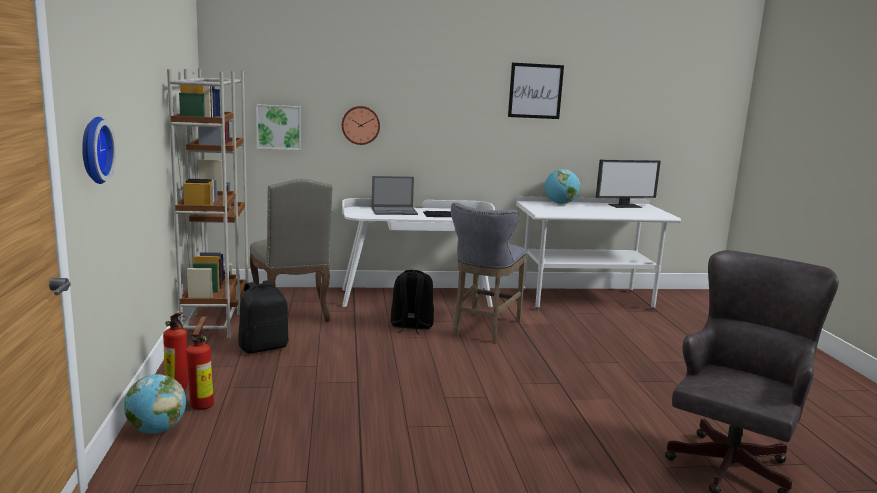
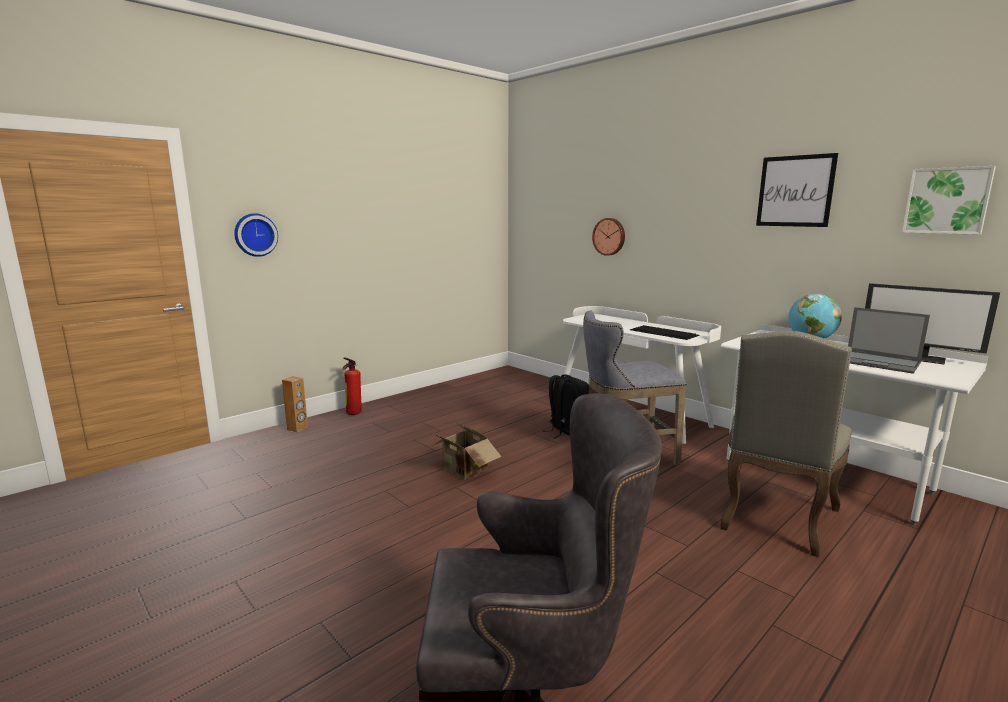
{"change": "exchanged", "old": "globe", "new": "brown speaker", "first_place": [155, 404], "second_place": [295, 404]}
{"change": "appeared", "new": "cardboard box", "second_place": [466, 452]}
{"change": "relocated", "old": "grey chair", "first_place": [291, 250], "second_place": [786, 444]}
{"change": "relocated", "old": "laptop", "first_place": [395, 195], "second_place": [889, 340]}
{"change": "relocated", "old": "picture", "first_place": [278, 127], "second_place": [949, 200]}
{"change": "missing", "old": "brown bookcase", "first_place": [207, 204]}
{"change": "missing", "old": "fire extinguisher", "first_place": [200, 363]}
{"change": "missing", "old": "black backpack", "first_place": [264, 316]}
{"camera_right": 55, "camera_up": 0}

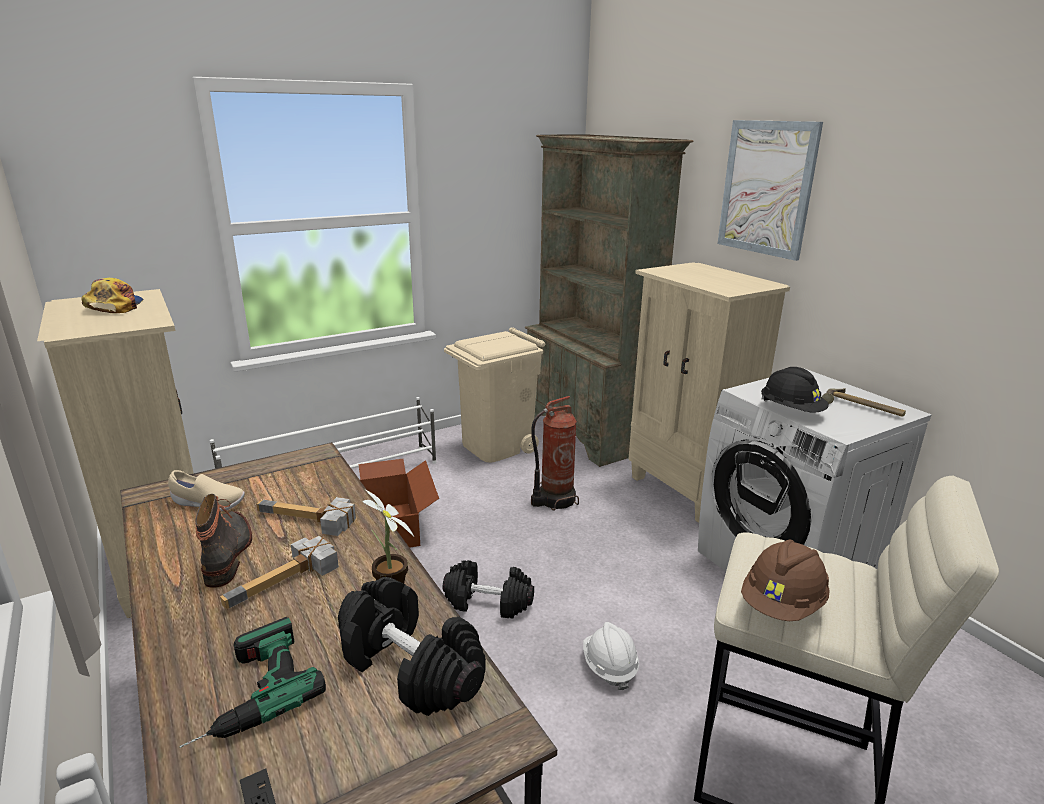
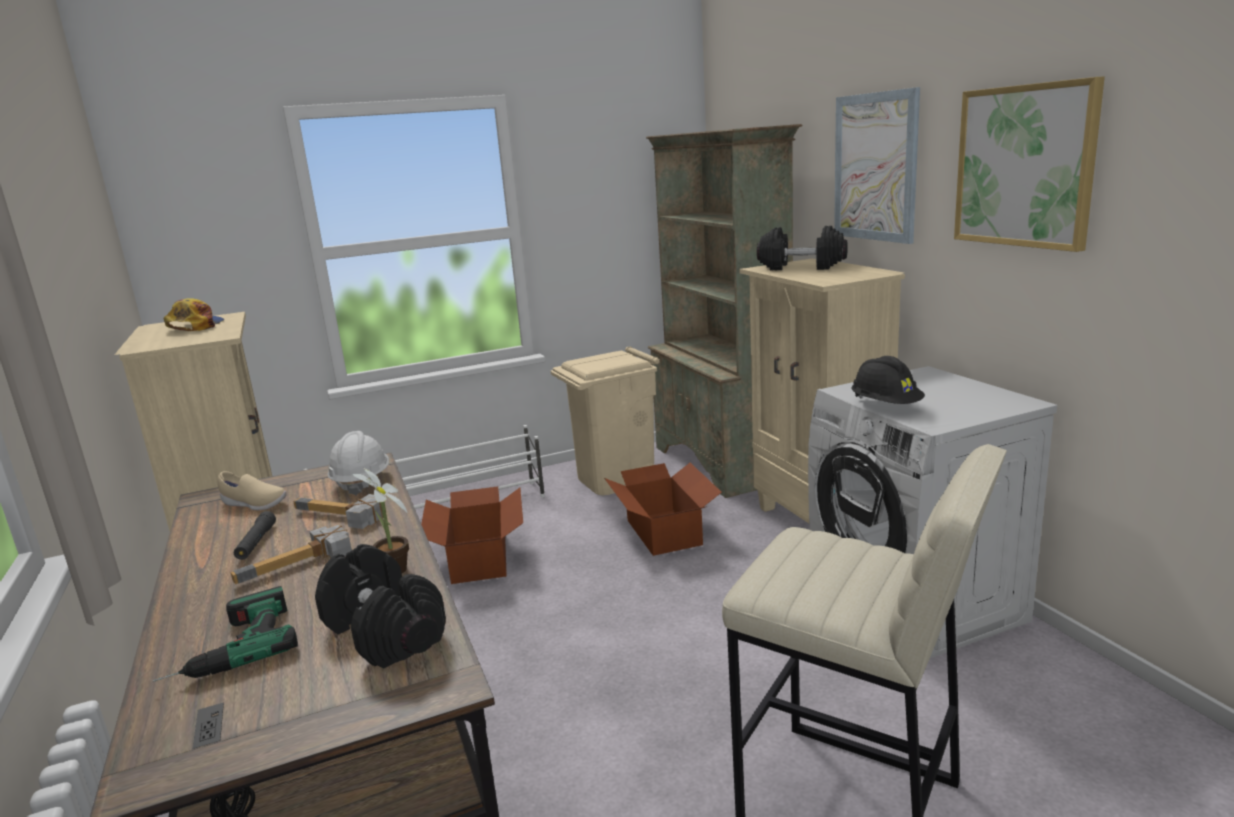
{"change": "exchanged", "old": "boot", "new": "black flashlight", "first_place": [223, 541], "second_place": [255, 535]}
{"change": "relocated", "old": "white hard hat", "first_place": [611, 656], "second_place": [358, 463]}
{"change": "exchanged", "old": "fire extinguisher", "new": "cardboard box", "first_place": [555, 453], "second_place": [663, 509]}
{"change": "relocated", "old": "black dumbbell", "first_place": [488, 589], "second_place": [802, 248]}
{"change": "appeared", "new": "picture", "second_place": [1029, 164]}
{"change": "missing", "old": "brown hard hat", "first_place": [785, 580]}
{"change": "missing", "old": "hammer", "first_place": [864, 402]}
{"camera_right": 10, "camera_up": -5}

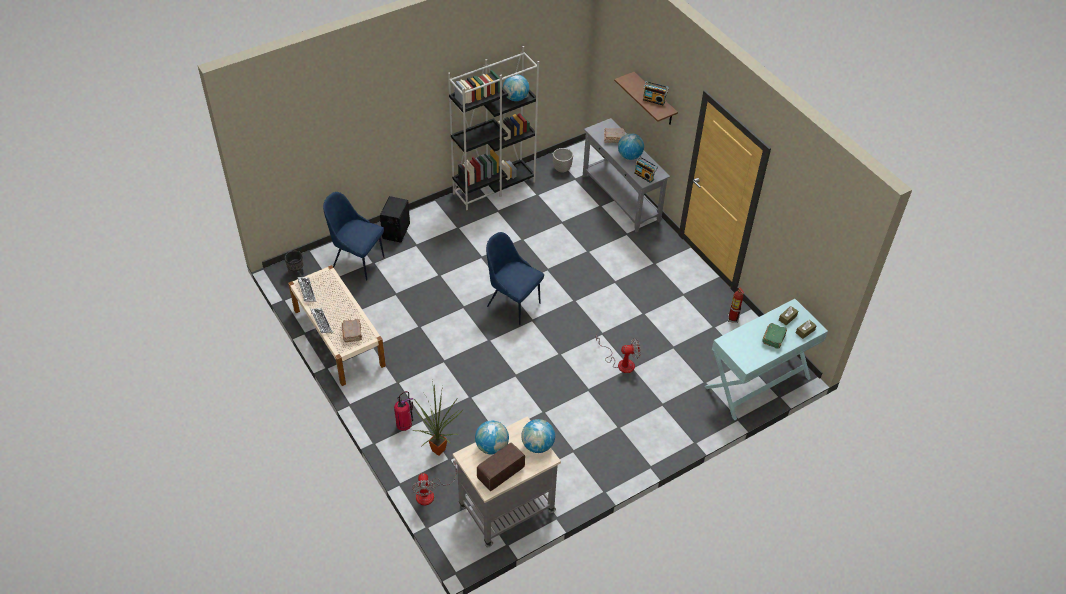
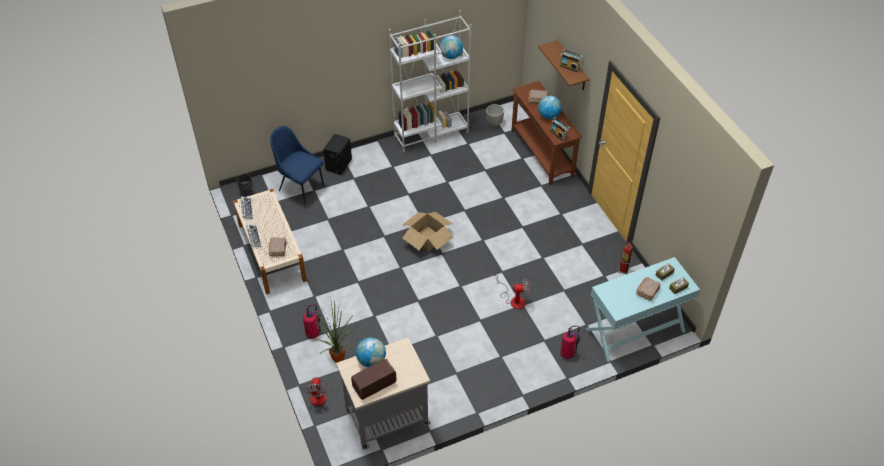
{"change": "colour", "old": "black bookcase", "new": "white bookcase", "first_place": [493, 128], "second_place": [430, 81]}
{"change": "exchanged", "old": "blue chair", "new": "cardboard box", "first_place": [515, 278], "second_place": [427, 232]}
{"change": "colour", "old": "grey console table", "new": "brown console table", "first_place": [626, 175], "second_place": [546, 133]}
{"change": "appeared", "new": "fire extinguisher", "second_place": [571, 342]}
{"change": "colour", "old": "green book", "new": "brown book", "first_place": [775, 336], "second_place": [648, 289]}
{"change": "missing", "old": "globe", "first_place": [538, 436]}
{"camera_right": 10, "camera_up": 0}

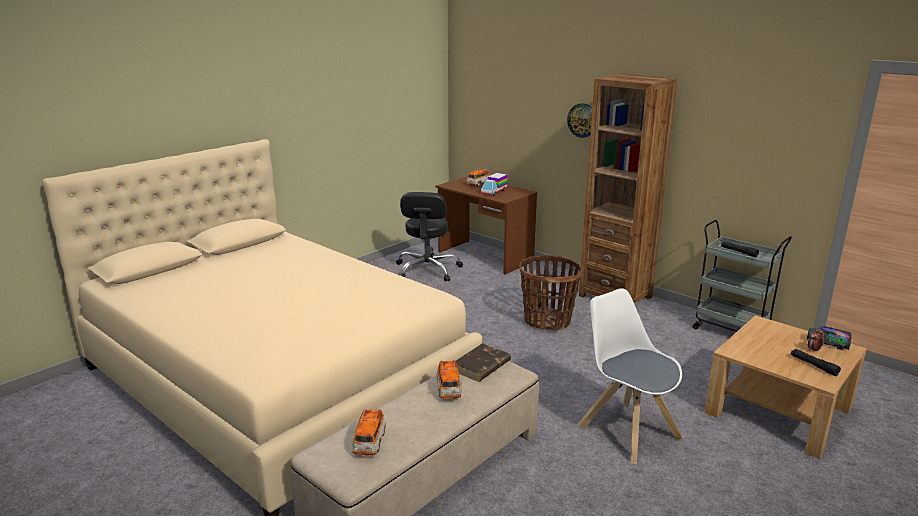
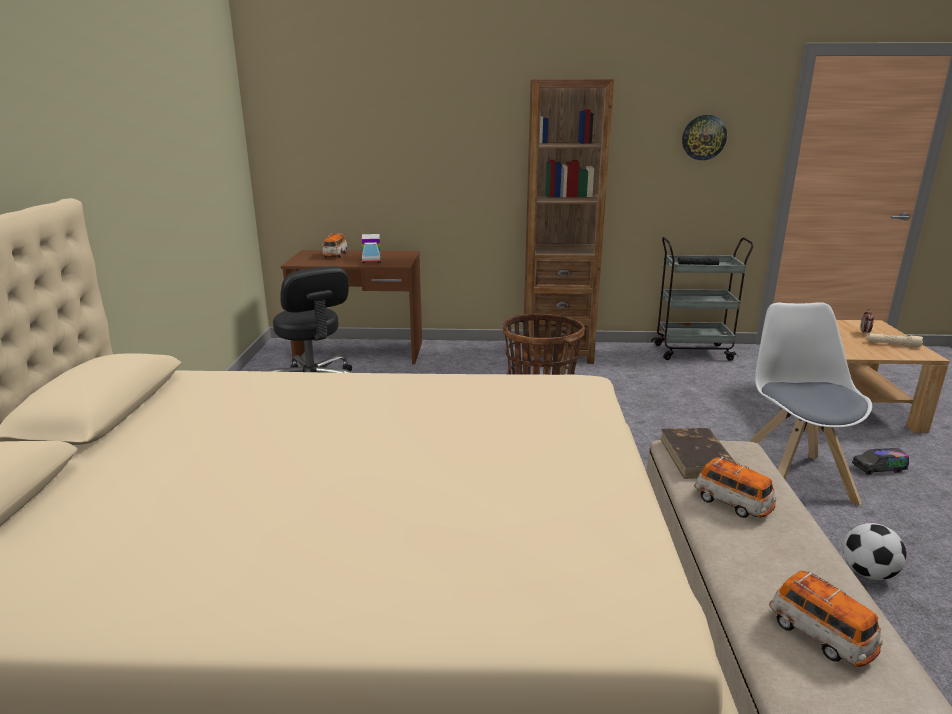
{"change": "relocated", "old": "wall clock", "first_place": [579, 120], "second_place": [704, 137]}
{"change": "spun", "old": "chair", "first_place": [630, 376], "second_place": [810, 404], "degrees": 75}
{"change": "appeared", "new": "football", "second_place": [875, 551]}
{"change": "relocated", "old": "toy truck", "first_place": [829, 338], "second_place": [880, 461]}
{"change": "colour", "old": "black flashlight", "new": "beige flashlight", "first_place": [816, 362], "second_place": [894, 340]}
{"camera_right": -40, "camera_up": 0}

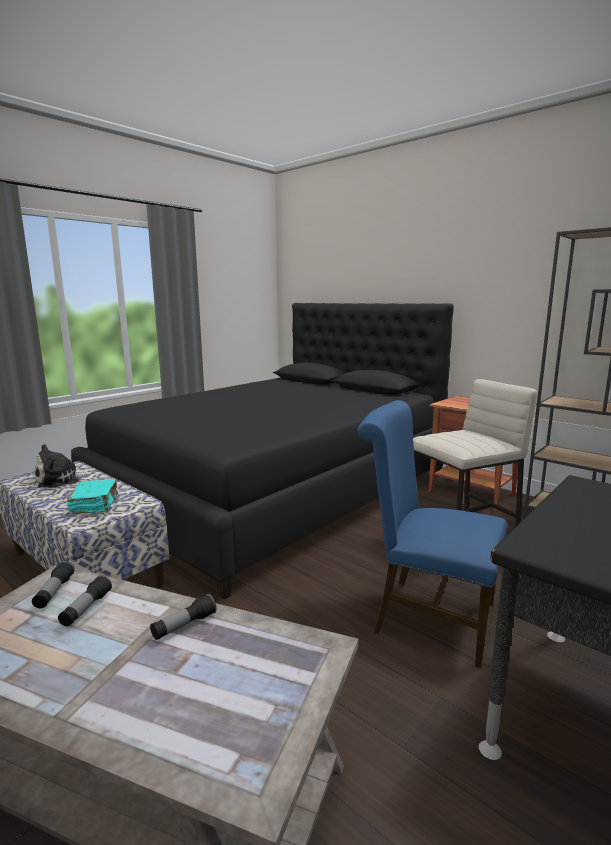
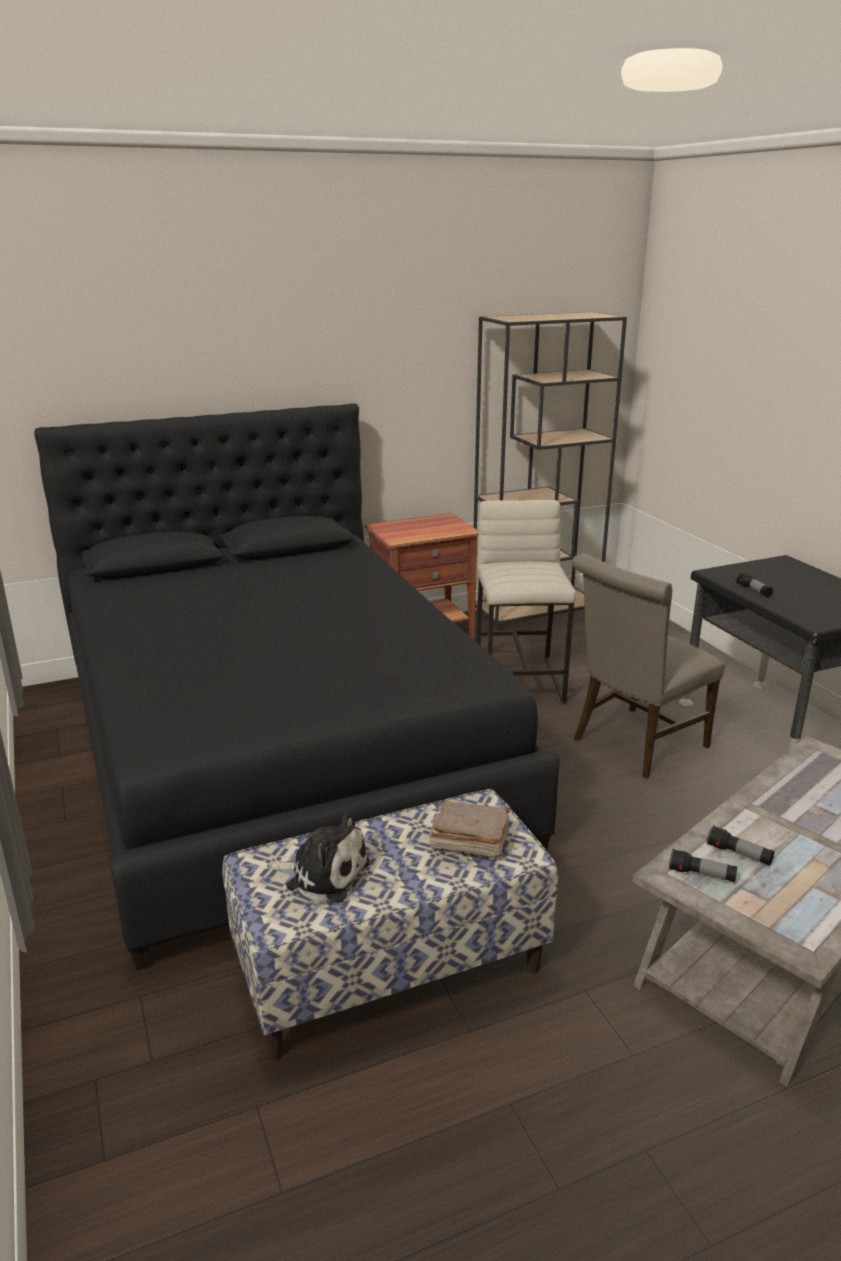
{"change": "spun", "old": "plush toy", "first_place": [64, 466], "second_place": [319, 857], "degrees": -60}
{"change": "colour", "old": "turquoise book", "new": "brown book", "first_place": [92, 496], "second_place": [469, 829]}
{"change": "colour", "old": "blue chair", "new": "beige chair", "first_place": [432, 534], "second_place": [648, 666]}
{"change": "relocated", "old": "flashlight", "first_place": [183, 617], "second_place": [754, 584]}
{"camera_right": -65, "camera_up": 10}

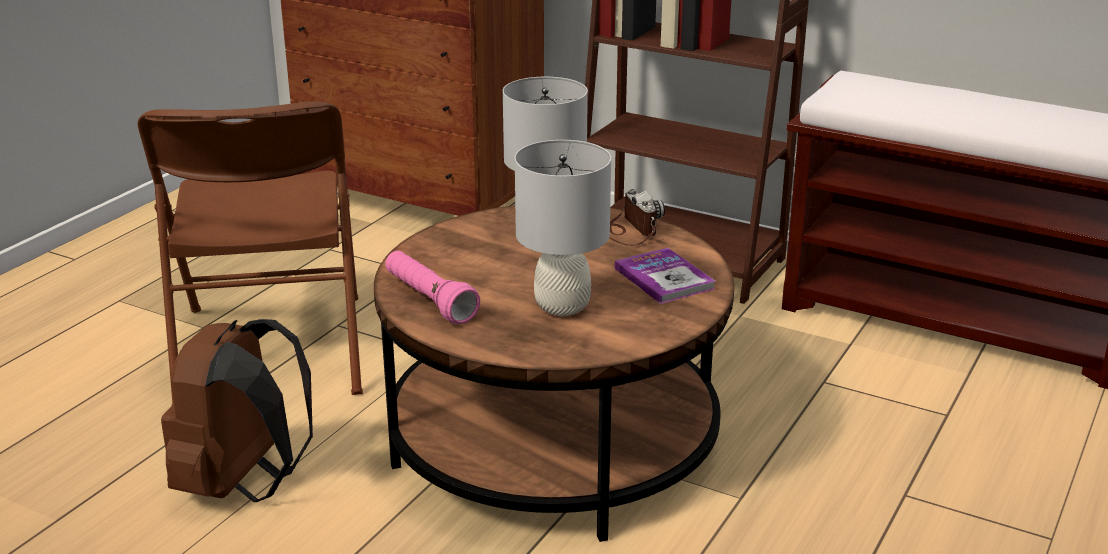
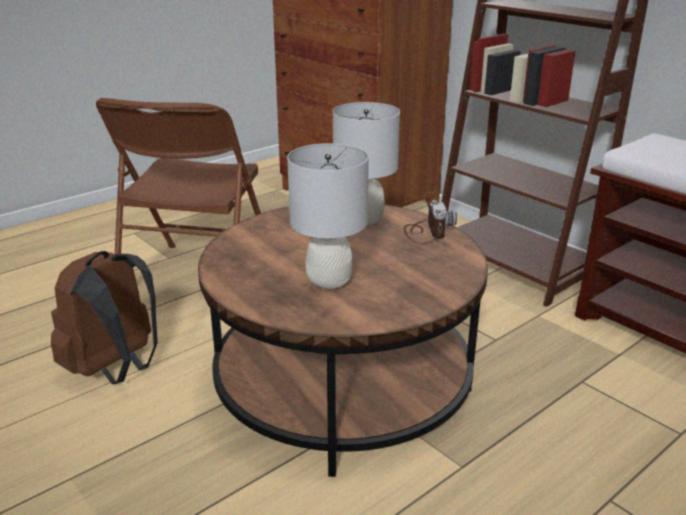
{"change": "missing", "old": "pink flashlight", "first_place": [432, 287]}
{"change": "missing", "old": "book", "first_place": [665, 276]}
{"camera_right": 20, "camera_up": 0}

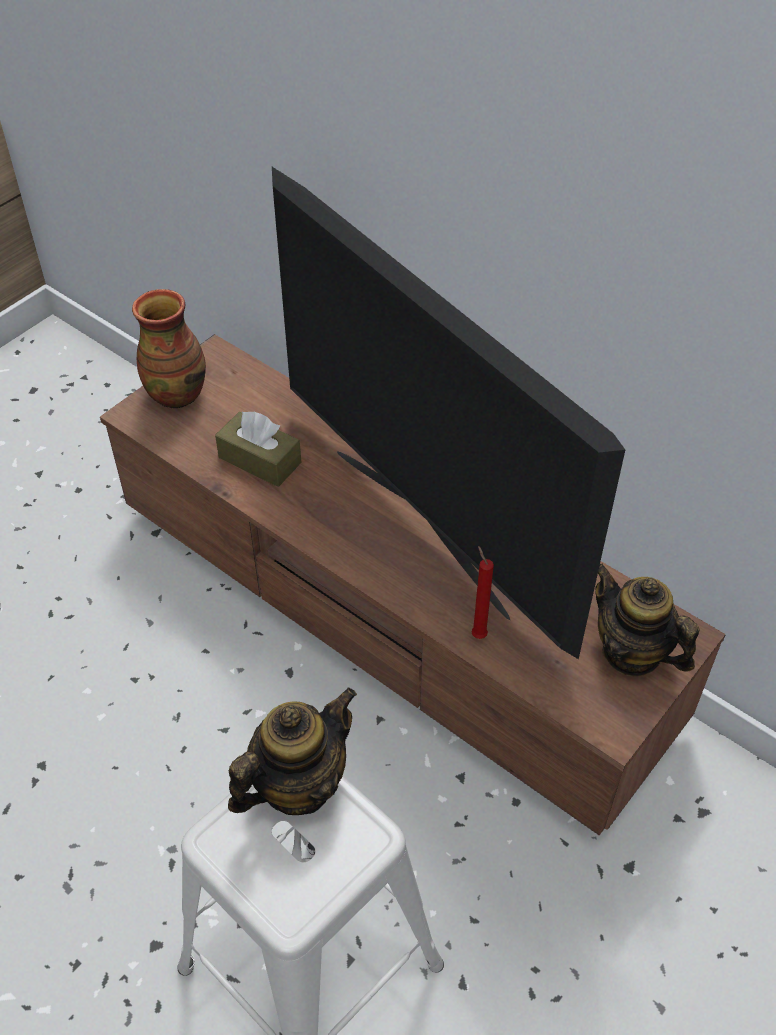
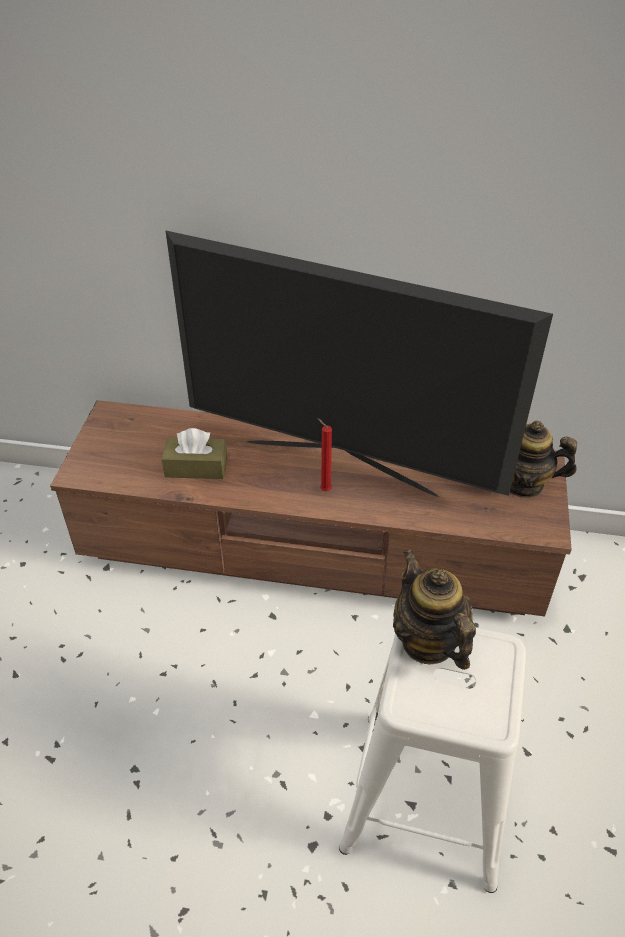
{"change": "relocated", "old": "red candle", "first_place": [483, 592], "second_place": [324, 454]}
{"change": "spun", "old": "teapot", "first_place": [292, 751], "second_place": [434, 609], "degrees": -45}
{"change": "missing", "old": "vase", "first_place": [169, 348]}
{"camera_right": -30, "camera_up": -5}

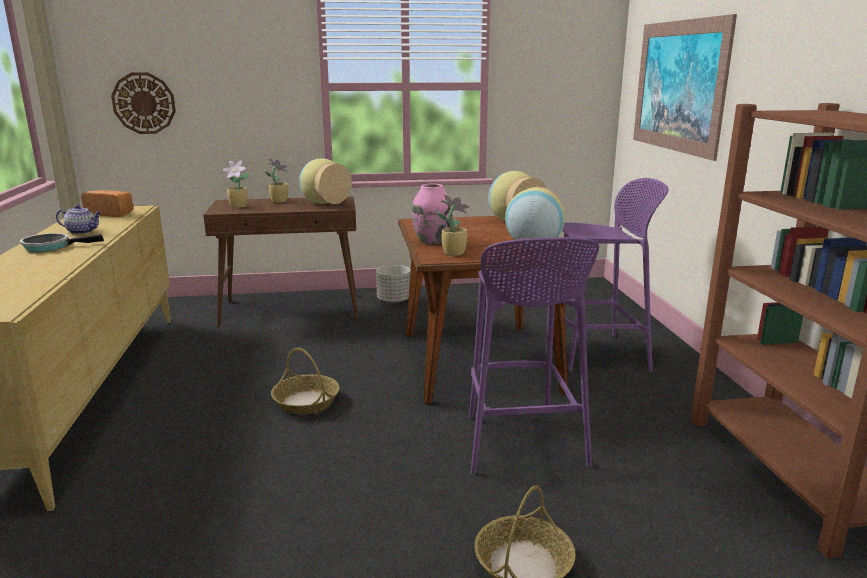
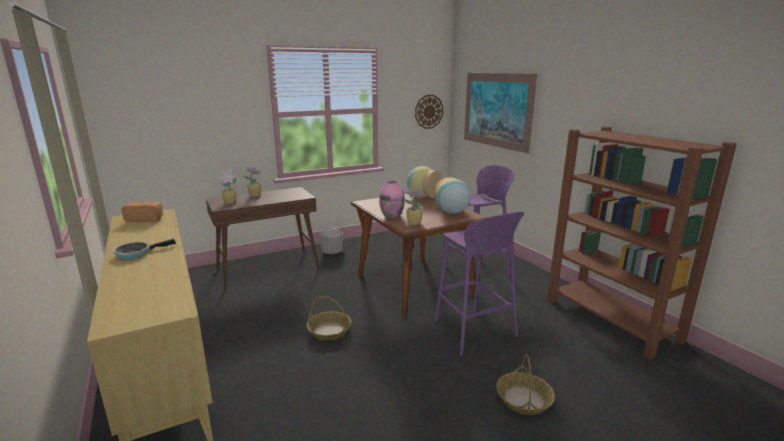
{"change": "relocated", "old": "wall clock", "first_place": [143, 103], "second_place": [429, 112]}
{"change": "missing", "old": "teapot", "first_place": [79, 219]}
{"change": "missing", "old": "vase", "first_place": [325, 181]}
{"camera_right": -20, "camera_up": 0}

